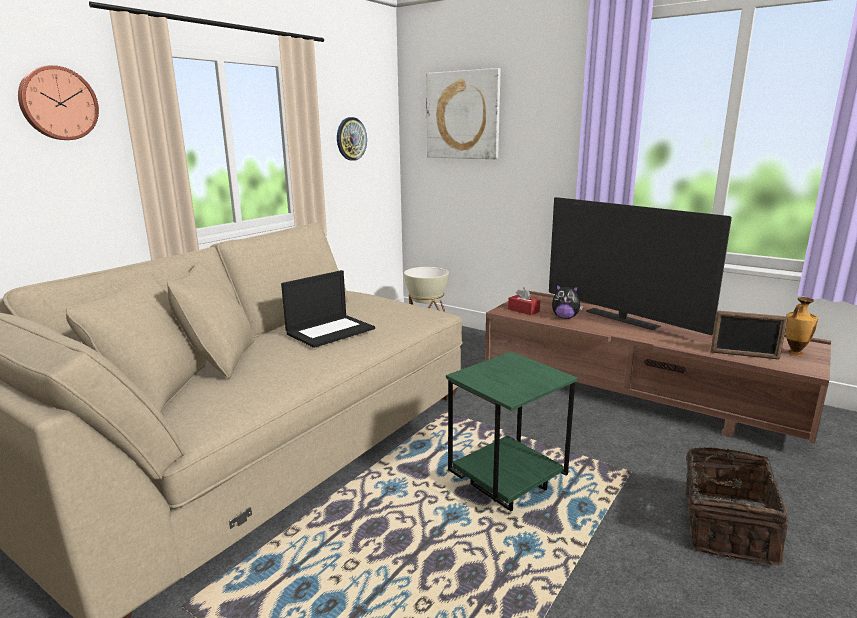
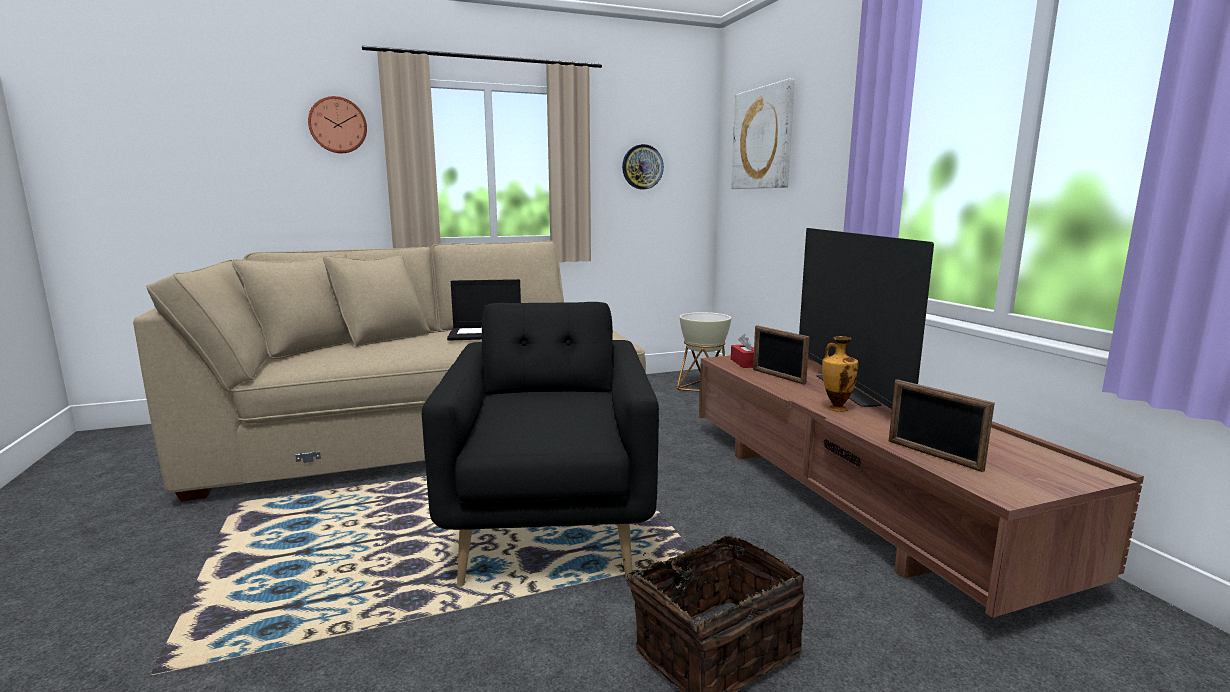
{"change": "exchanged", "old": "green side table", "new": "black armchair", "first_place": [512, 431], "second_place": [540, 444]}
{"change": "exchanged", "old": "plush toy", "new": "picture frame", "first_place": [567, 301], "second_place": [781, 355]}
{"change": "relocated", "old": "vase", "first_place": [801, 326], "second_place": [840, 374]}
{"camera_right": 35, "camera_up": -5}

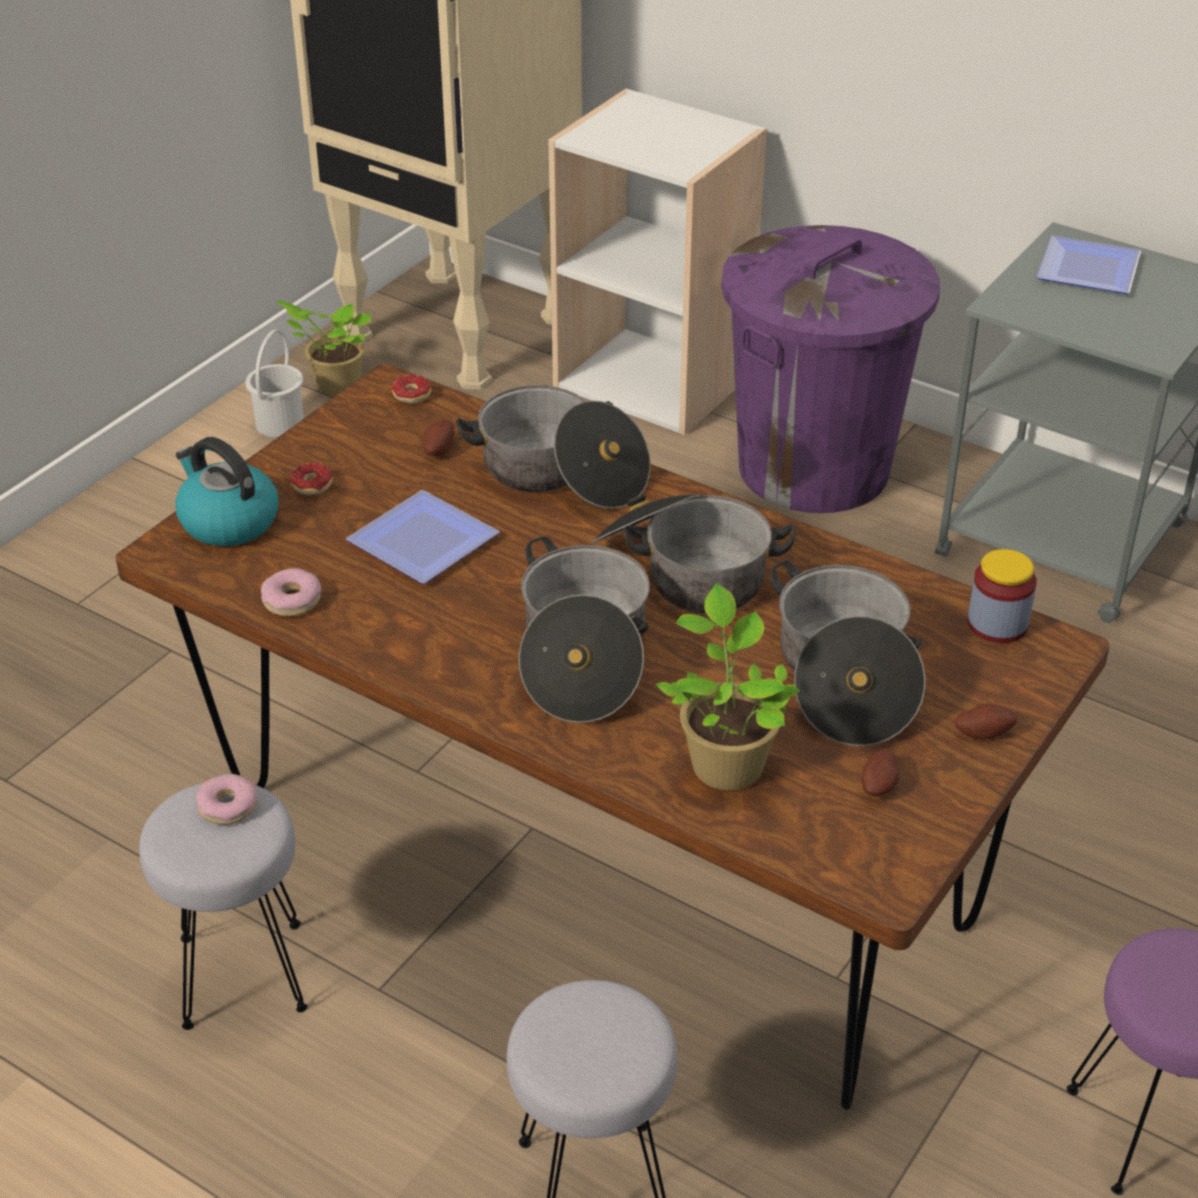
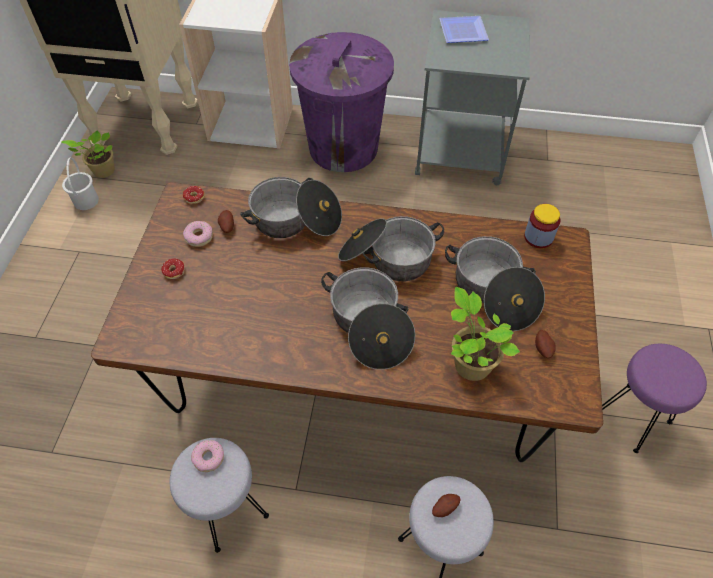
{"change": "relocated", "old": "donut", "first_place": [291, 592], "second_place": [198, 234]}
{"change": "relocated", "old": "potato", "first_place": [986, 721], "second_place": [446, 505]}
{"change": "missing", "old": "kettle", "first_place": [227, 491]}
{"change": "missing", "old": "plate", "first_place": [423, 537]}
{"camera_right": -25, "camera_up": 15}

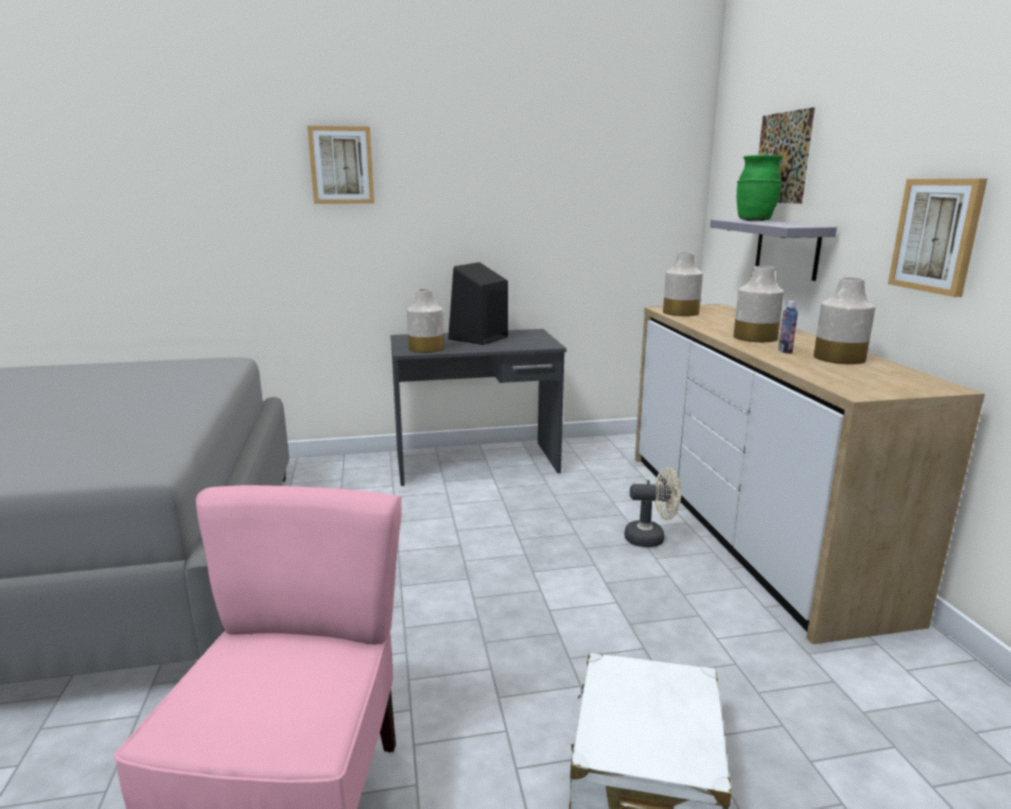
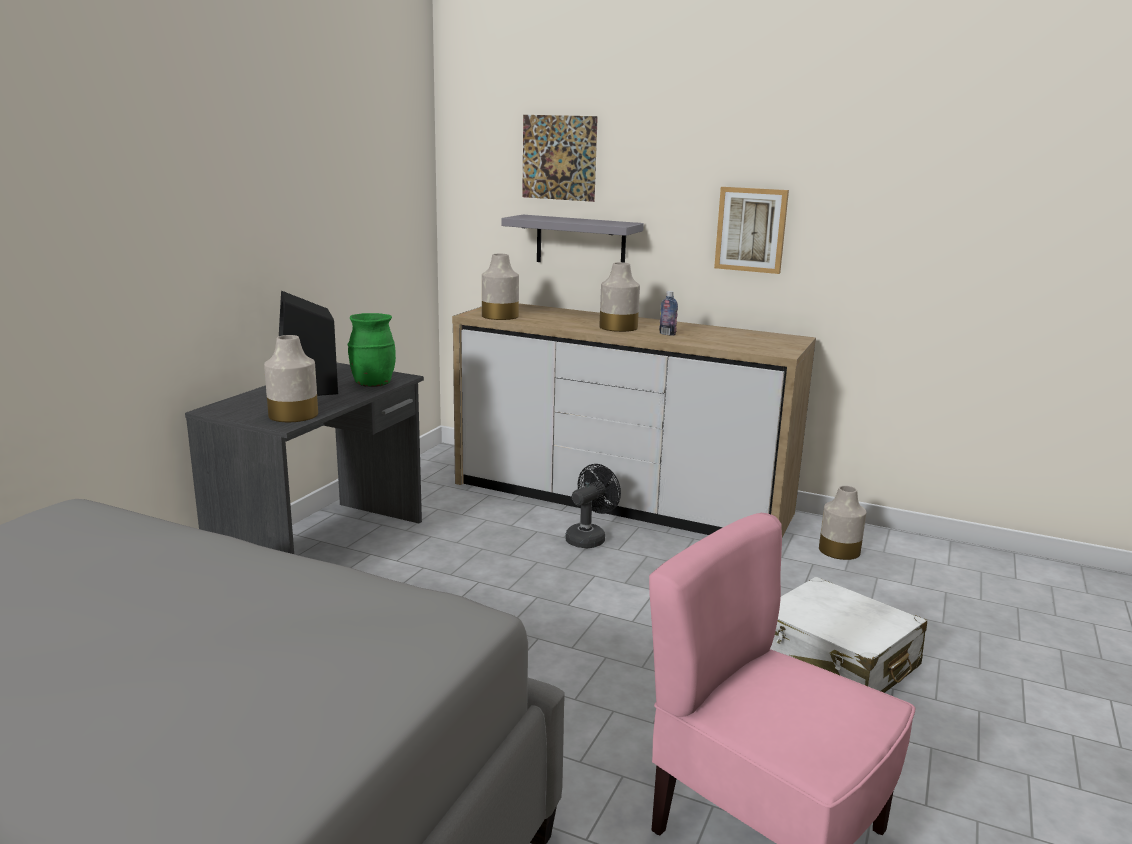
{"change": "relocated", "old": "green vase", "first_place": [760, 188], "second_place": [372, 350]}
{"change": "colour", "old": "beige fan", "new": "black fan", "first_place": [652, 507], "second_place": [593, 506]}
{"change": "relocated", "old": "beige vase", "first_place": [844, 320], "second_place": [842, 523]}
{"change": "missing", "old": "picture", "first_place": [340, 165]}
{"camera_right": -55, "camera_up": 0}

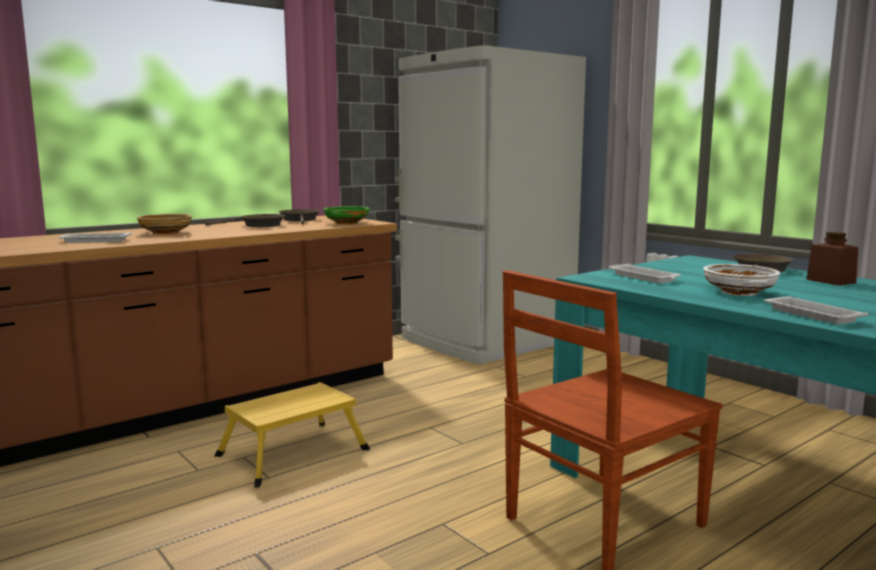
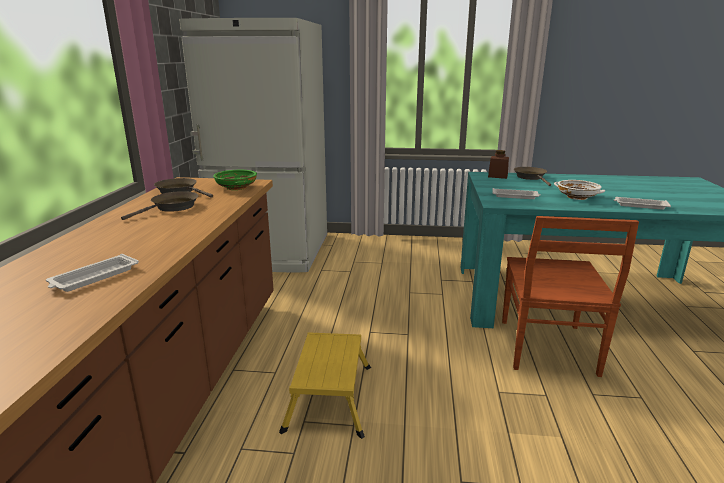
{"change": "relocated", "old": "brown jar", "first_place": [832, 259], "second_place": [498, 164]}
{"change": "missing", "old": "beige bowl", "first_place": [164, 224]}
{"camera_right": -45, "camera_up": 10}

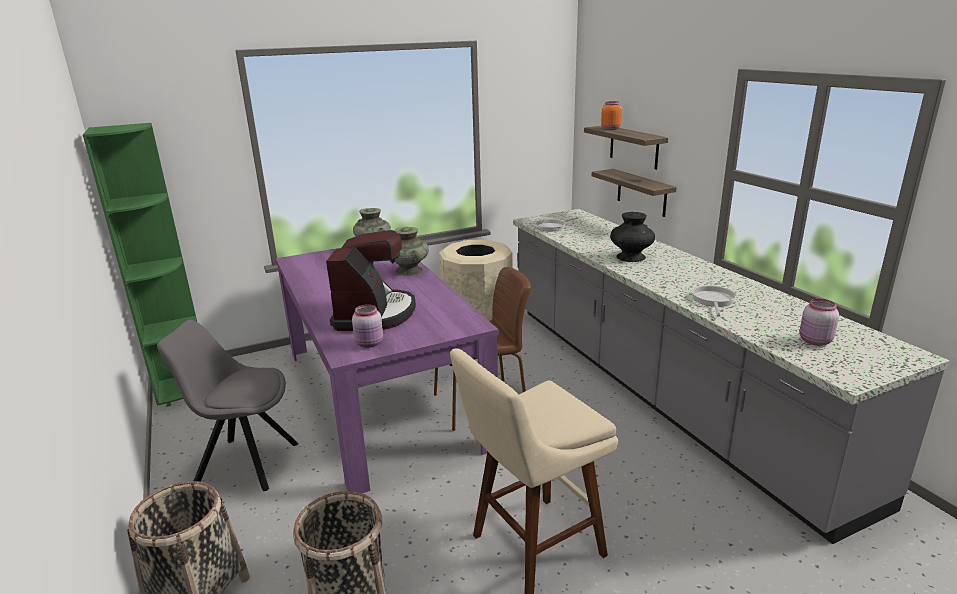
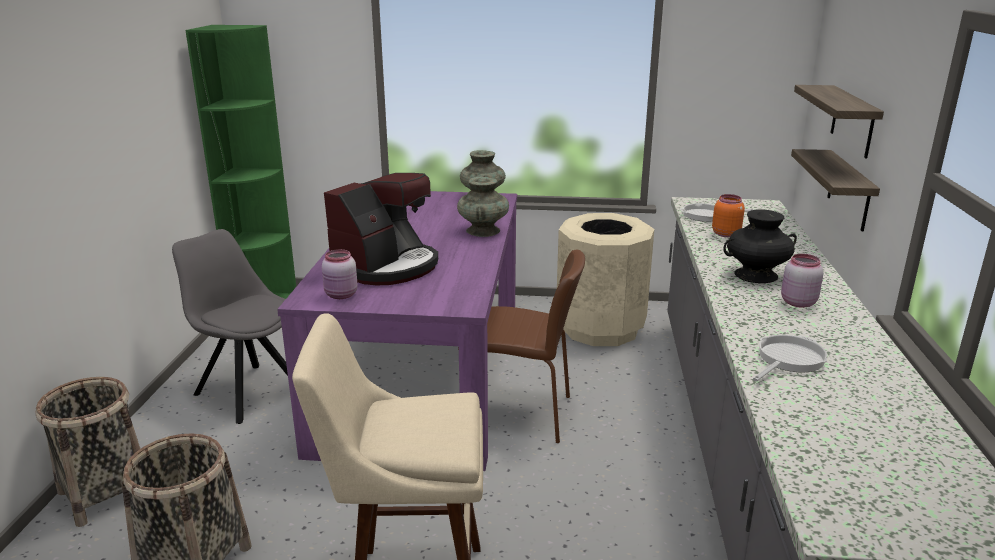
{"change": "relocated", "old": "orange jar", "first_place": [611, 115], "second_place": [728, 215]}
{"change": "relocated", "old": "pink jar", "first_place": [819, 322], "second_place": [802, 281]}
{"camera_right": 30, "camera_up": 0}

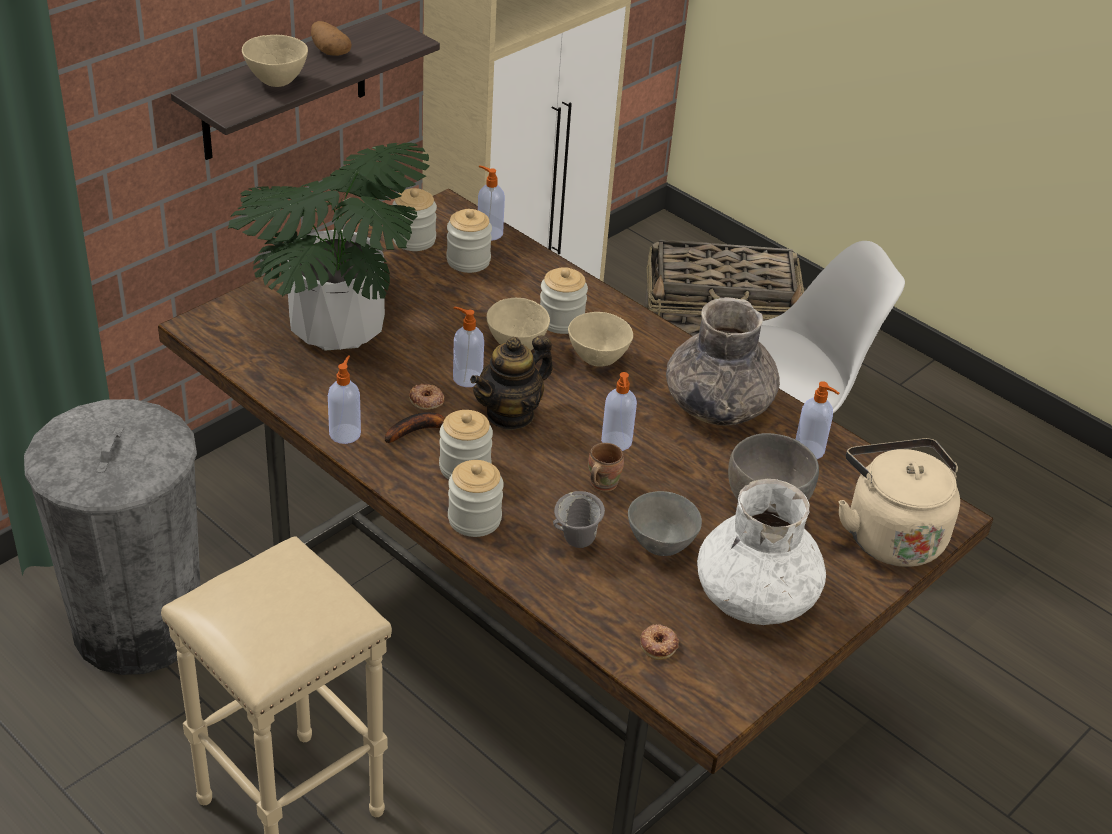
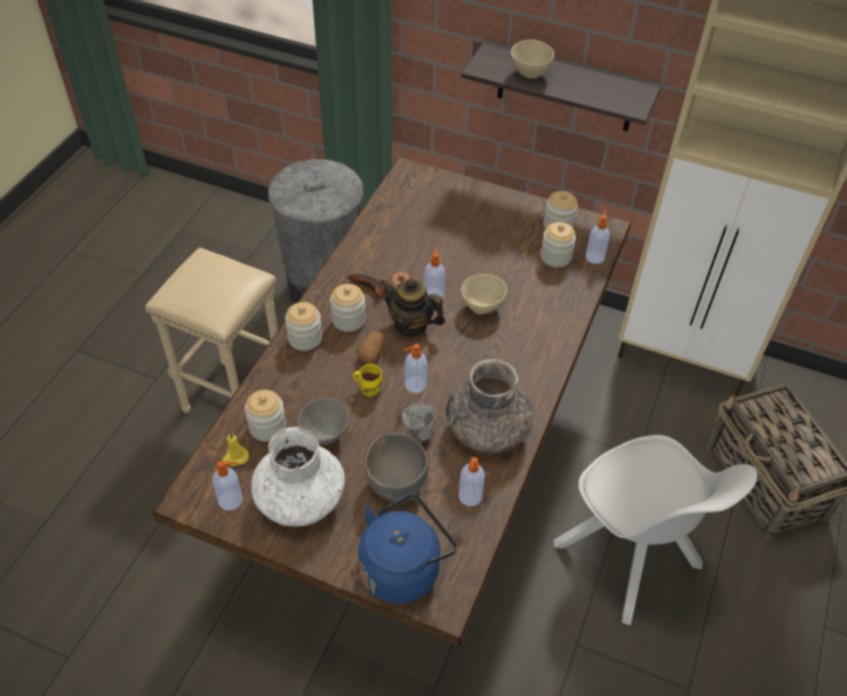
{"change": "relocated", "old": "soap dispenser", "first_place": [344, 399], "second_place": [227, 486]}
{"change": "exchanged", "old": "donut", "new": "yellow candle", "first_place": [659, 642], "second_place": [235, 449]}
{"change": "relocated", "old": "jar", "first_place": [564, 300], "second_place": [265, 416]}
{"change": "colour", "old": "brown mug", "new": "yellow mug", "first_place": [606, 467], "second_place": [367, 380]}
{"change": "relocated", "old": "potato", "first_place": [331, 38], "second_place": [370, 347]}
{"change": "colour", "old": "beige kettle", "new": "blue kettle", "first_place": [899, 502], "second_place": [407, 549]}
{"change": "relocated", "old": "grey mug", "first_place": [579, 519], "second_place": [419, 421]}
{"change": "missing", "old": "potted plant", "first_place": [329, 247]}
{"change": "missing", "old": "beige bowl", "first_place": [600, 339]}
{"camera_right": 70, "camera_up": 10}

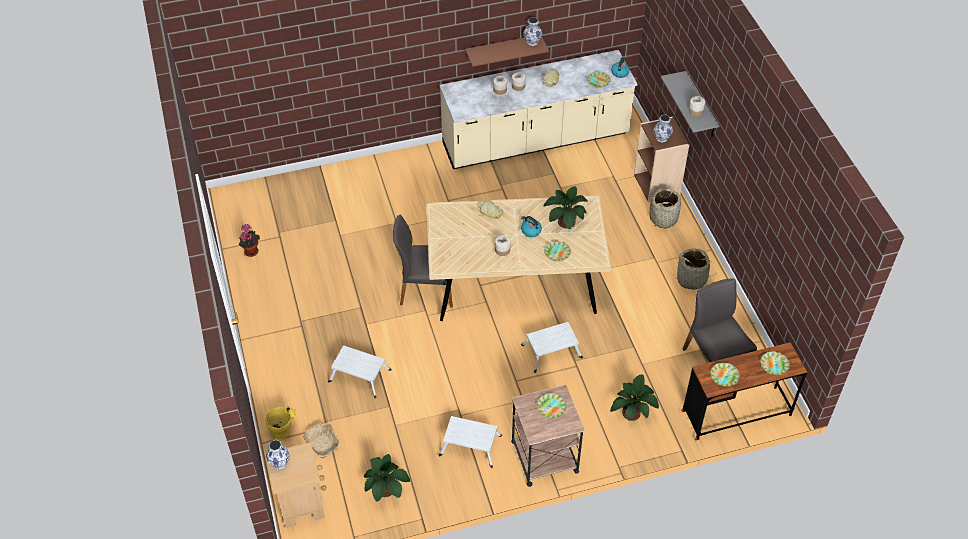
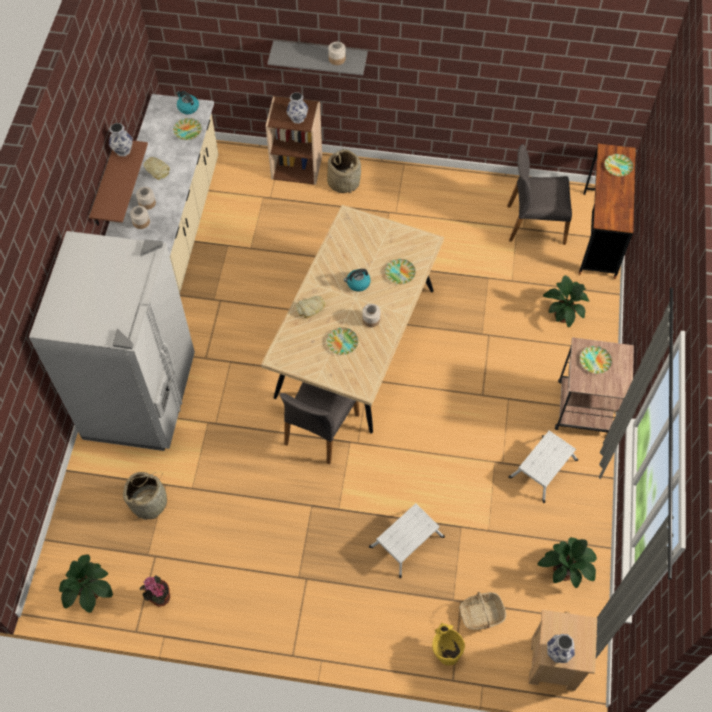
{"change": "appeared", "new": "white fridge", "second_place": [112, 341]}
{"change": "relocated", "old": "potted plant", "first_place": [565, 207], "second_place": [86, 584]}
{"change": "relocated", "old": "basket", "first_place": [694, 269], "second_place": [145, 496]}
{"change": "relocated", "old": "plate", "first_place": [725, 374], "second_place": [342, 341]}
{"change": "missing", "old": "white step ladder", "first_place": [552, 347]}
{"camera_right": -65, "camera_up": 10}

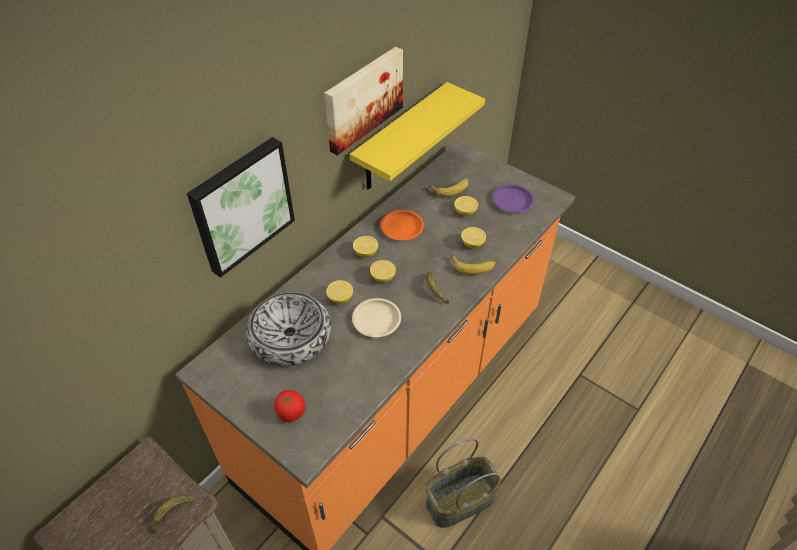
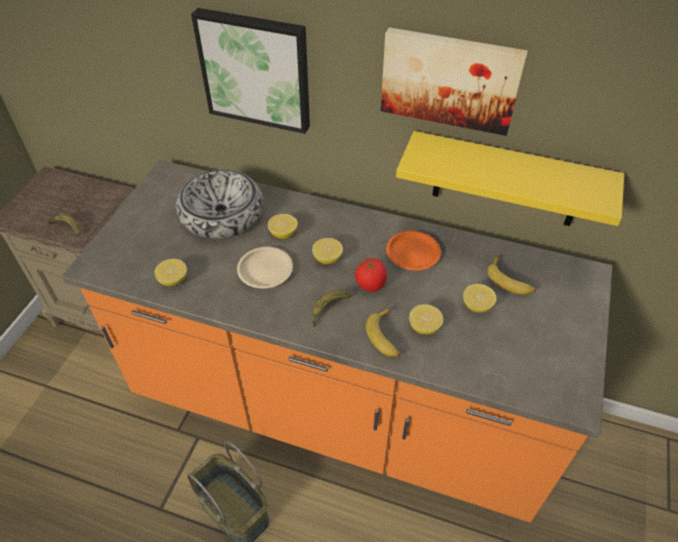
{"change": "relocated", "old": "lemon", "first_place": [365, 246], "second_place": [170, 272]}
{"change": "relocated", "old": "tomato", "first_place": [289, 406], "second_place": [371, 274]}
{"change": "missing", "old": "purple plate", "first_place": [514, 198]}
{"camera_right": 70, "camera_up": 0}

